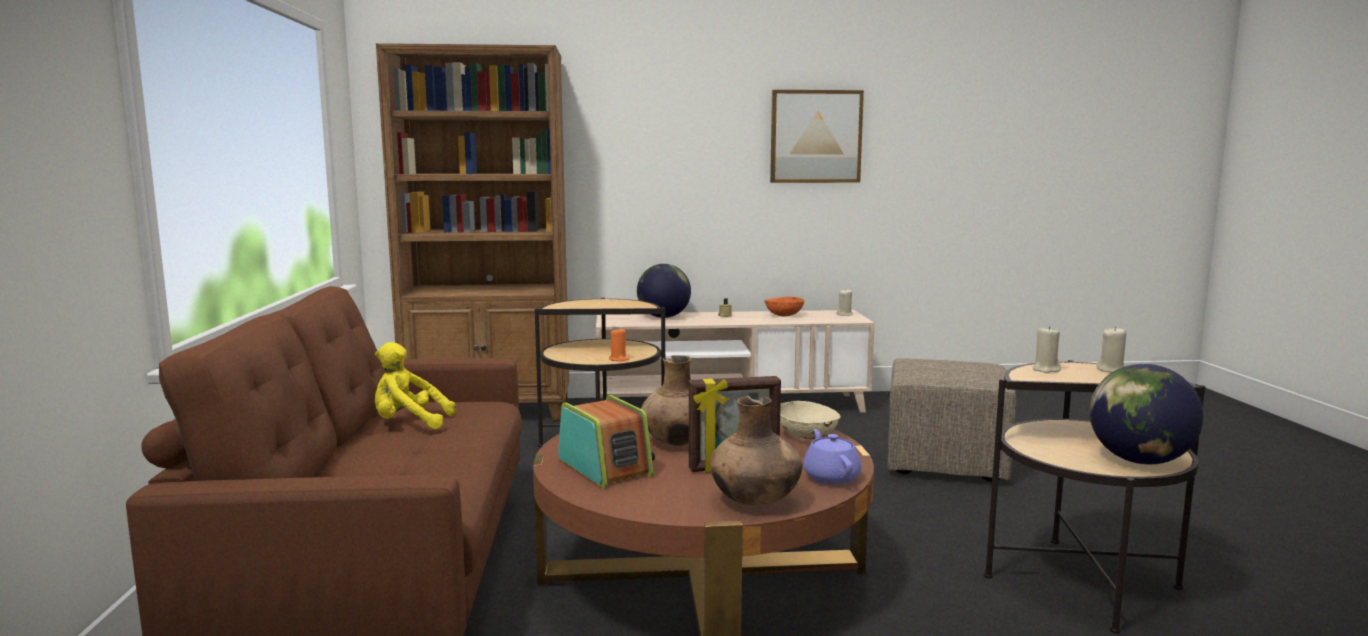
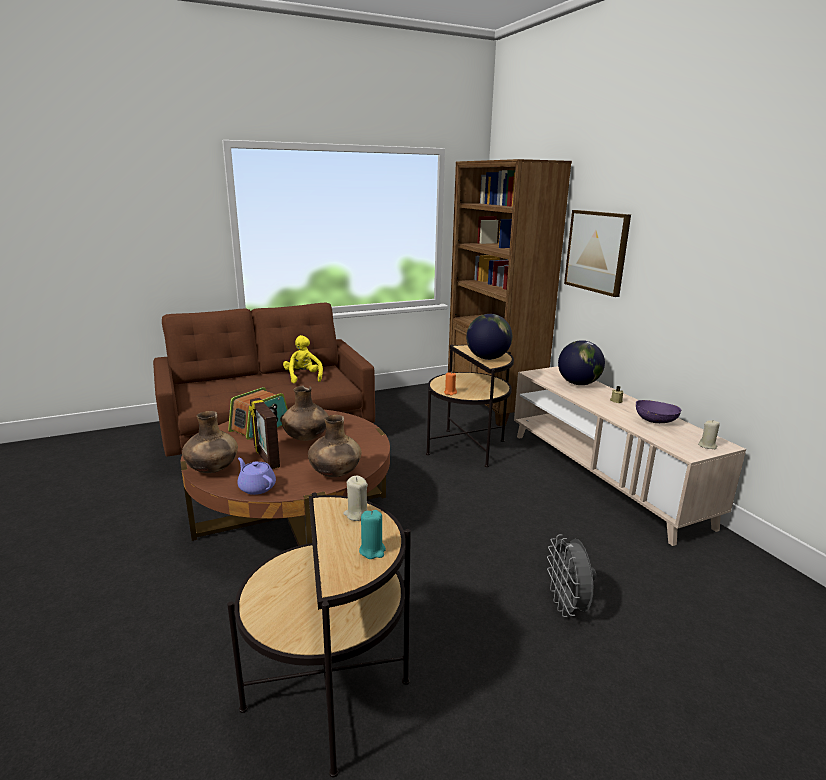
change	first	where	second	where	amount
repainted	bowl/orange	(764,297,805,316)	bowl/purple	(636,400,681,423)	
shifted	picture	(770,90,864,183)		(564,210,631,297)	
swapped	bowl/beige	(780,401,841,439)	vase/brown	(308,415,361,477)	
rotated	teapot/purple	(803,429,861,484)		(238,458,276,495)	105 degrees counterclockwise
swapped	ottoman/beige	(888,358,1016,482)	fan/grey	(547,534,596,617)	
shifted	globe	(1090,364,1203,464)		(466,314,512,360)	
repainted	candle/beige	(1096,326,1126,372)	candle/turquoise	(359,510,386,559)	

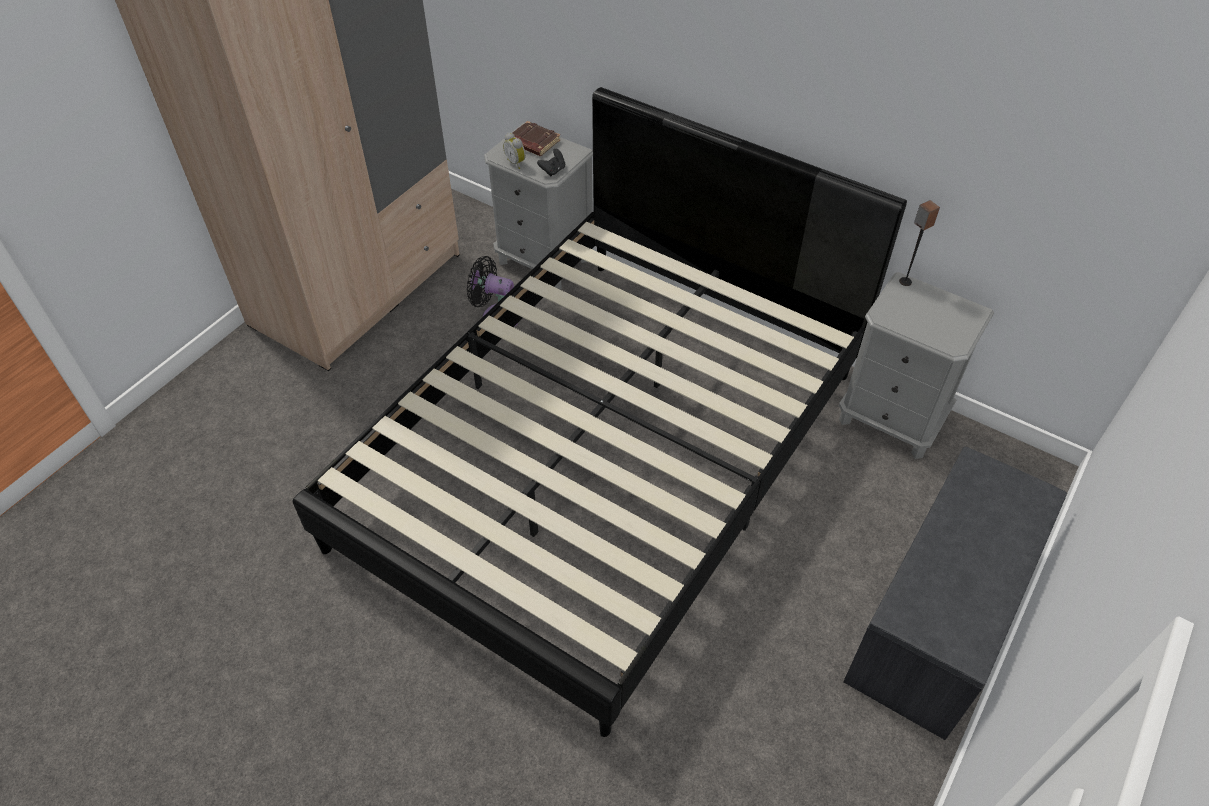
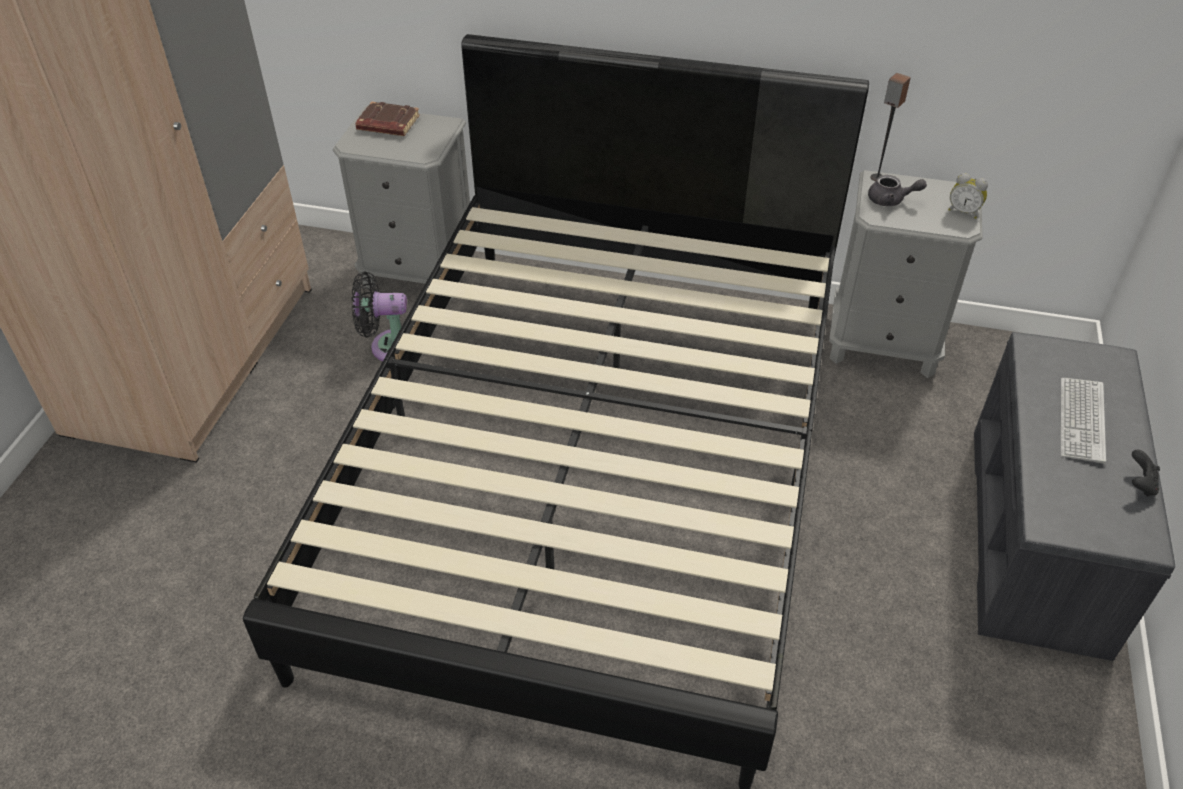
change	first	where	second	where	amount
shifted	alarm clock	(503,132,526,169)		(948,173,988,219)	
shifted	game controller/black	(537,149,565,176)		(1132,450,1160,497)	
new			teapot/grey	(868,175,927,206)	
new			keyboard	(1061,378,1106,463)	

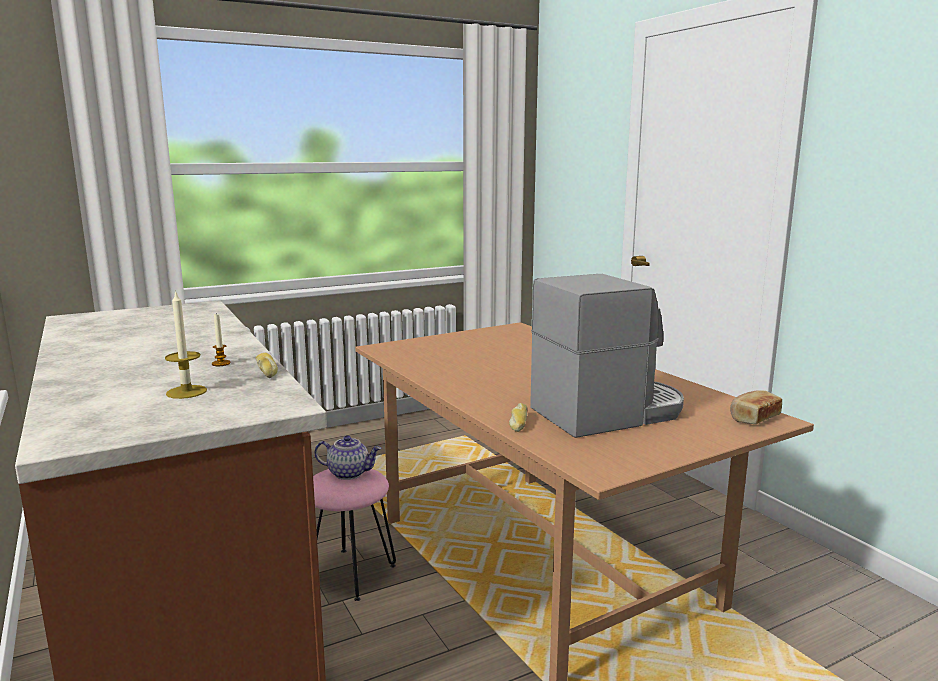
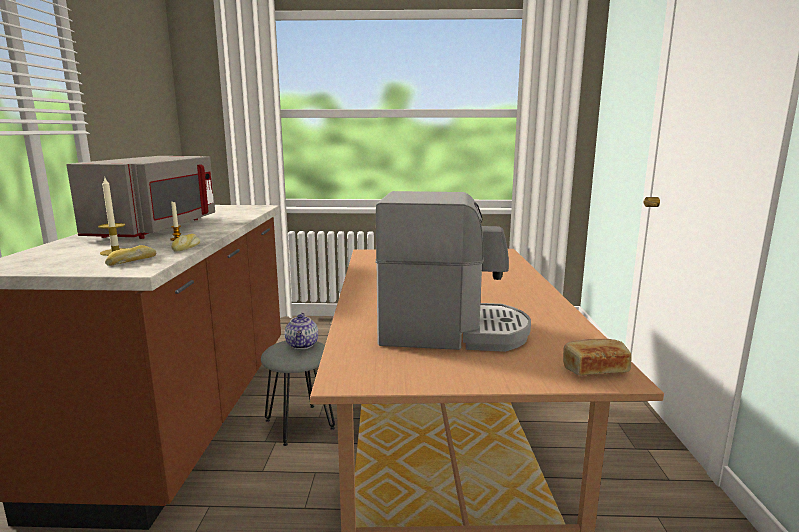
change	first	where	second	where	amount
repainted	stool/pink	(313,469,396,601)	stool/grey	(261,341,335,446)	
rotated	teapot	(314,435,382,480)		(285,313,318,349)	45 degrees clockwise
shifted	bread	(509,403,527,432)		(105,245,156,266)	
new			microwave/grey	(66,156,215,239)	

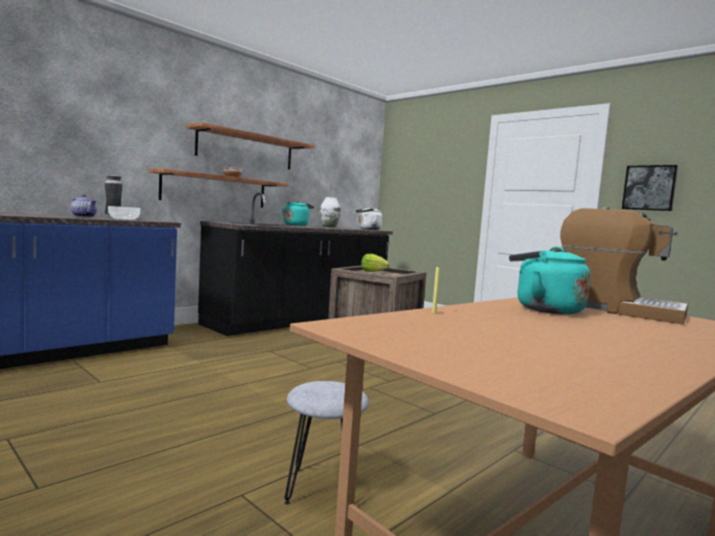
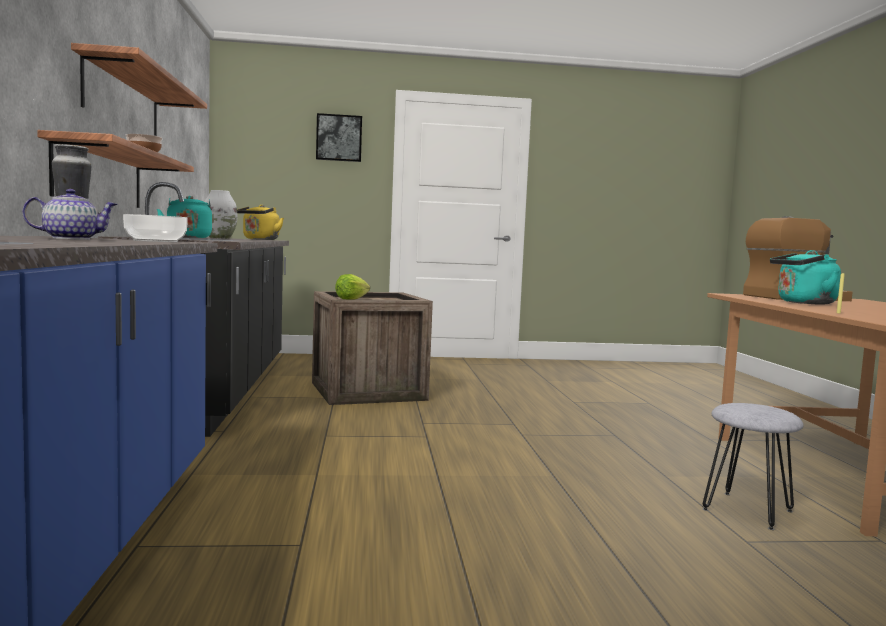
change	first	where	second	where	amount
repainted	kettle/white	(356,207,382,230)	kettle/yellow	(237,205,284,240)	
shifted	picture	(622,165,678,211)		(316,113,362,162)	

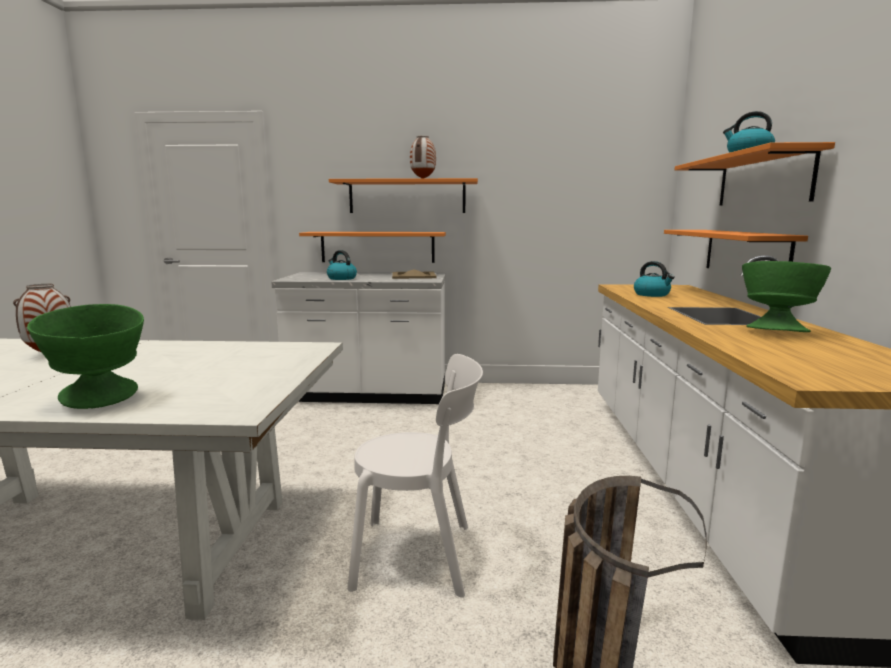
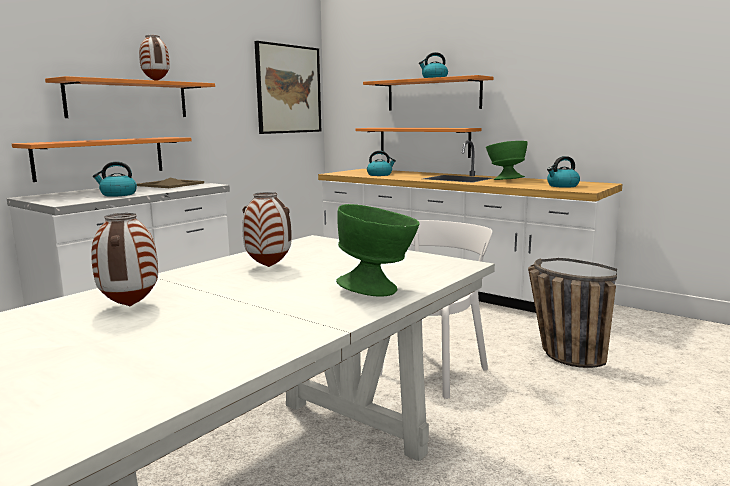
change	first	where	second	where	amount
new			vase	(242,192,292,267)	
new			picture	(255,41,321,134)	
new			kettle	(547,156,580,188)	

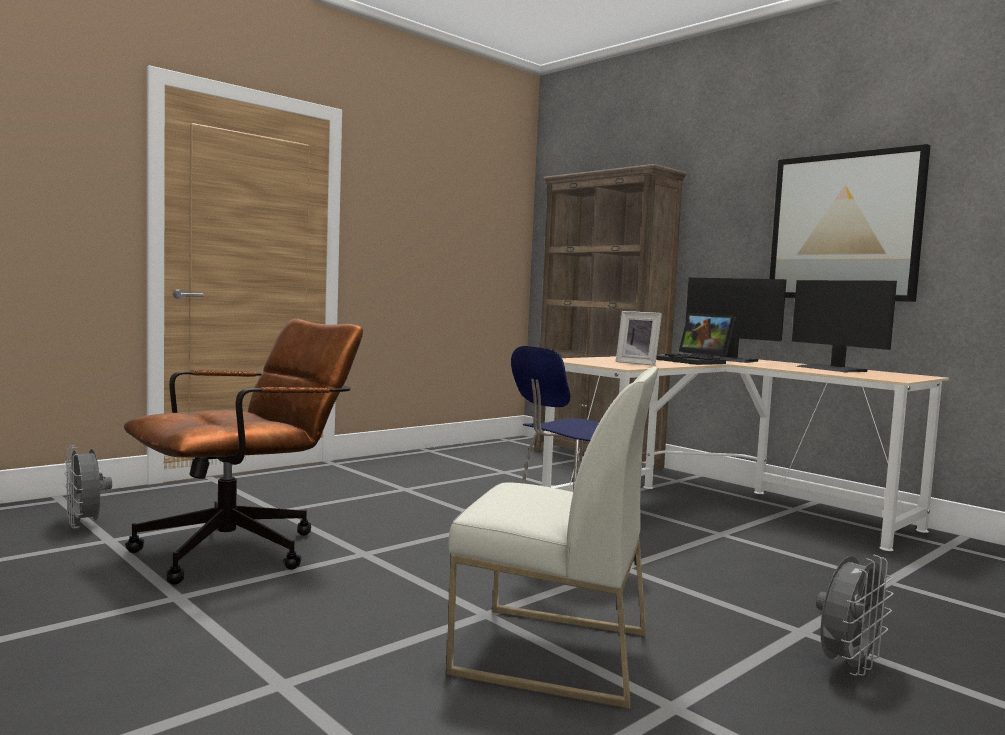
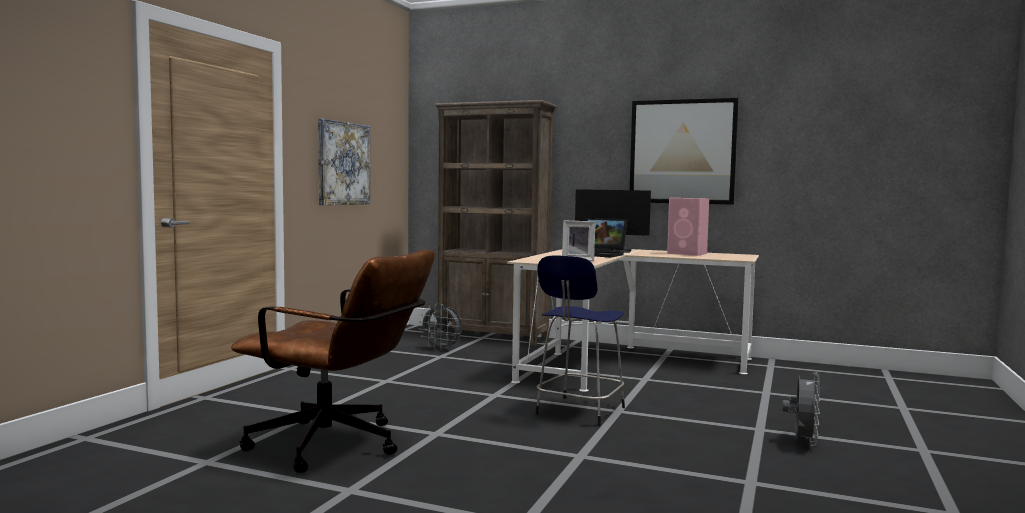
change	first	where	second	where	amount
shifted	fan/grey	(64,445,112,529)		(419,304,462,351)	
rotated	office chair/brown	(124,319,363,585)		(231,249,435,473)	90 degrees clockwise
gone	chair/white	(446,367,659,709)			
swapped	monitor	(792,280,897,372)	speaker/pink	(667,198,709,256)	
new			picture	(318,118,370,205)	

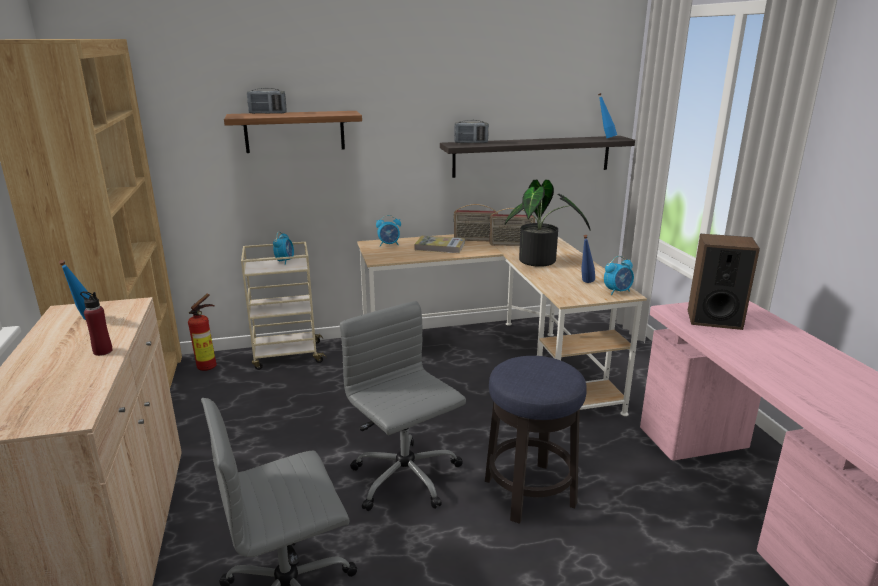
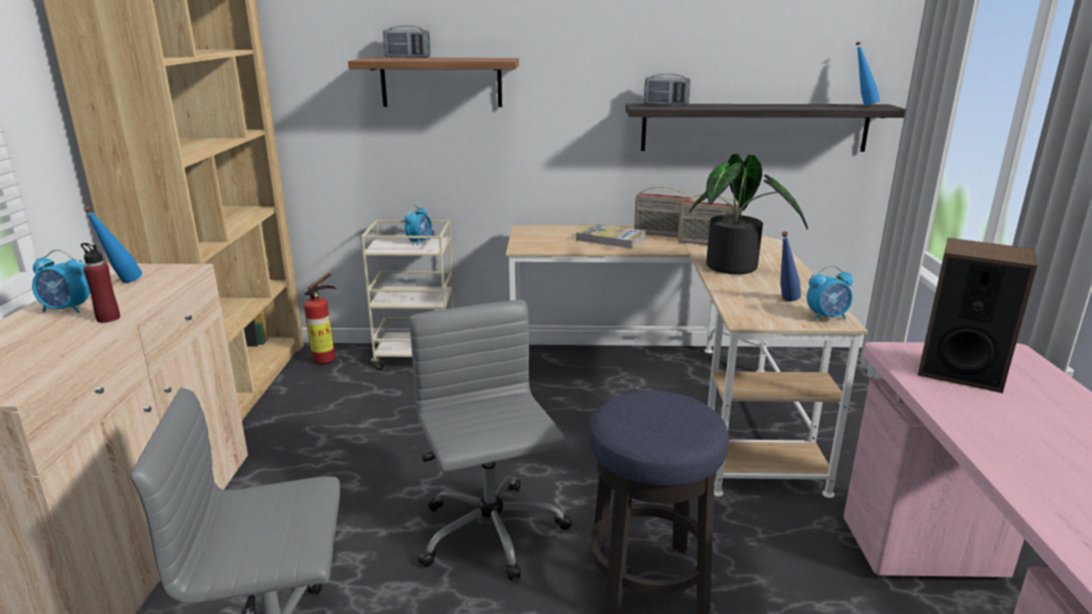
change	first	where	second	where	amount
shifted	alarm clock	(376,215,401,246)		(32,249,90,313)	

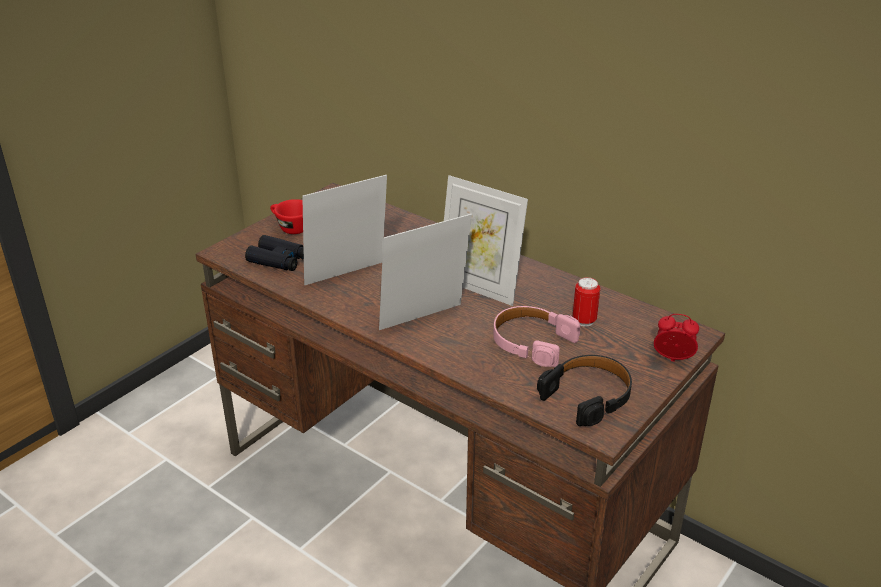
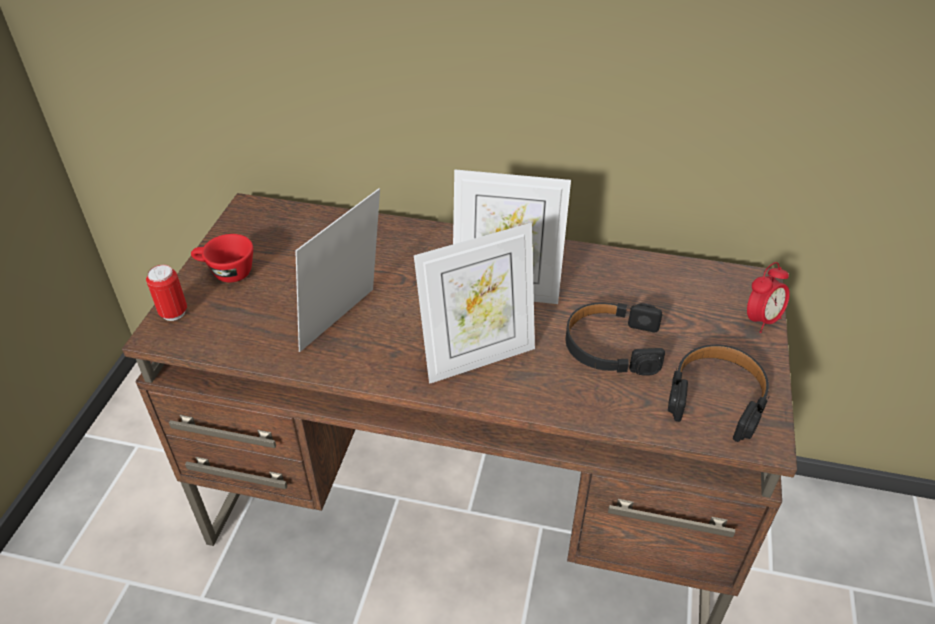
change	first	where	second	where	amount
gone	binoculars/black	(245,235,304,271)			
rotated	picture frame	(379,214,472,330)		(414,223,535,384)	150 degrees counterclockwise
repainted	headphones/pink	(493,306,580,367)	headphones/black	(566,302,665,376)	
shifted	can	(573,277,600,327)		(146,265,187,321)	
rotated	alarm clock	(654,314,699,362)		(747,262,790,333)	150 degrees clockwise

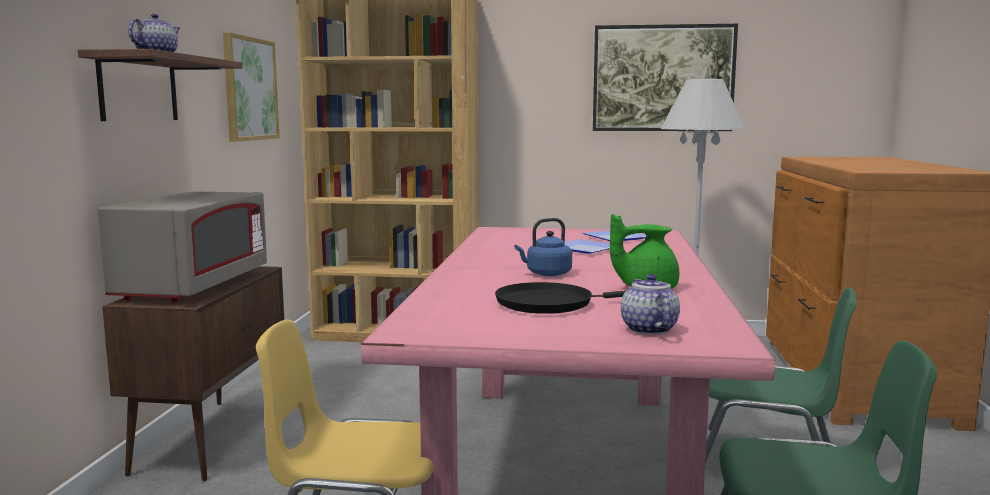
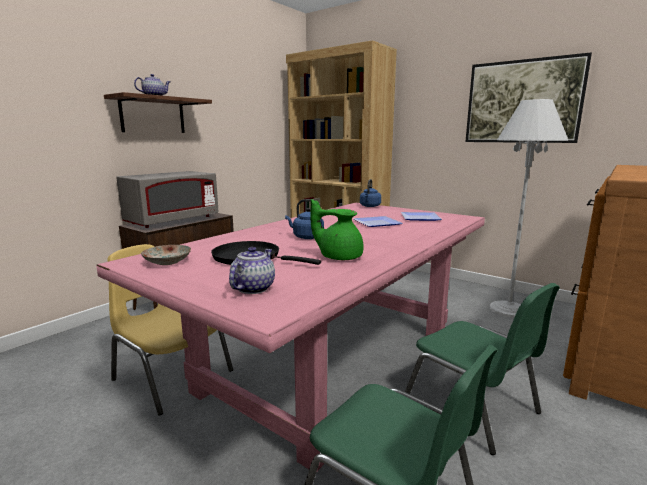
change	first	where	second	where	amount
gone	picture	(223,32,280,142)			
new			plate	(141,245,191,265)	
new			kettle/blue	(360,179,381,207)	

